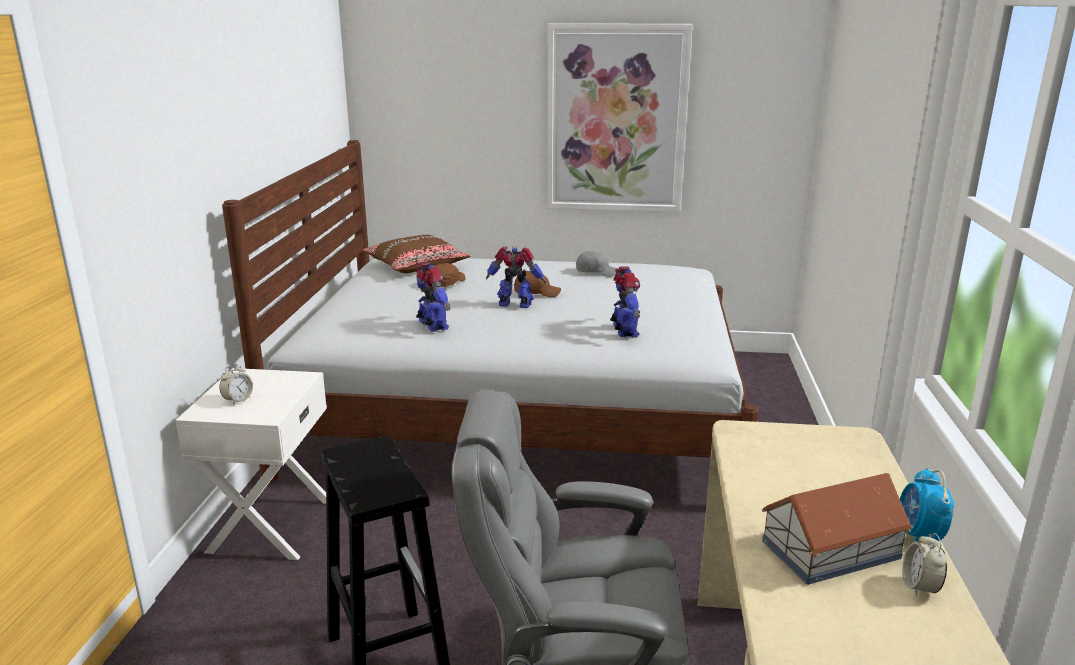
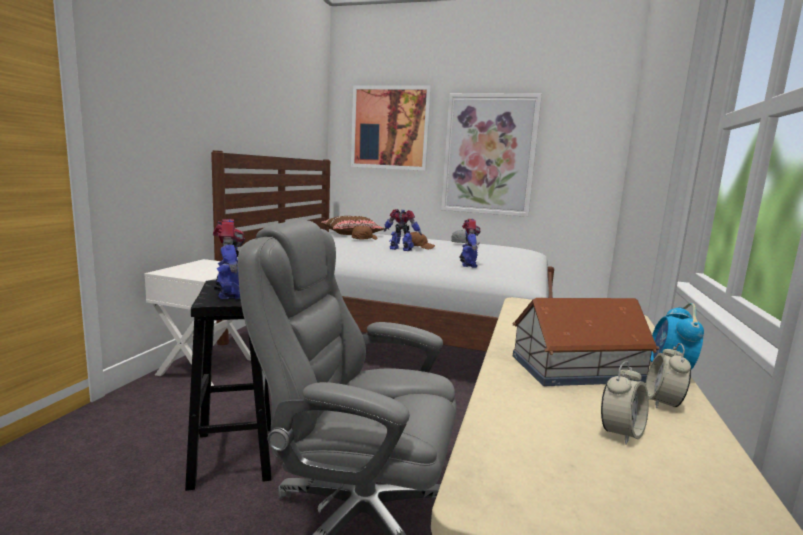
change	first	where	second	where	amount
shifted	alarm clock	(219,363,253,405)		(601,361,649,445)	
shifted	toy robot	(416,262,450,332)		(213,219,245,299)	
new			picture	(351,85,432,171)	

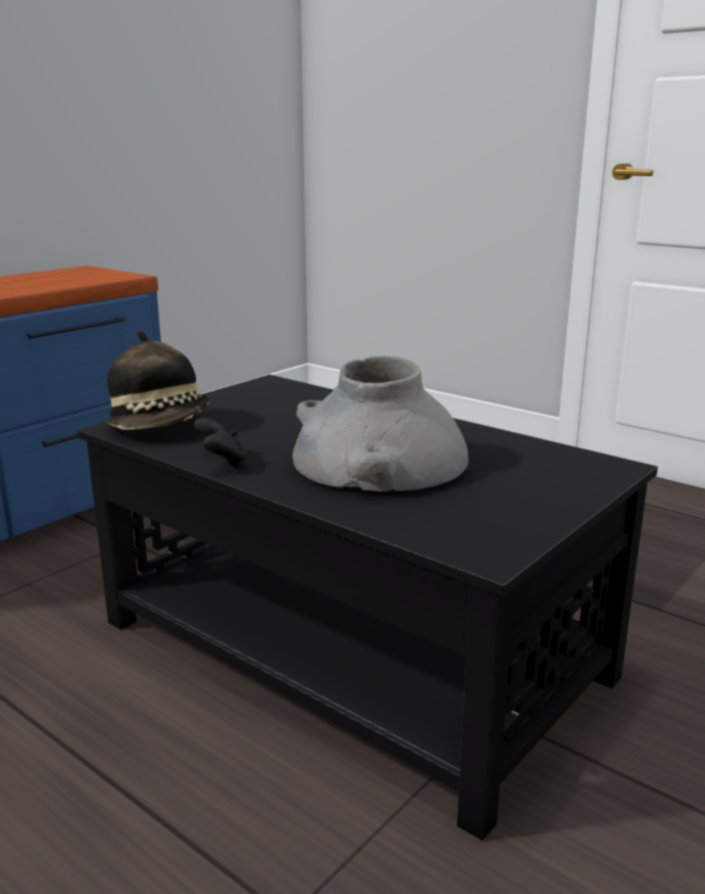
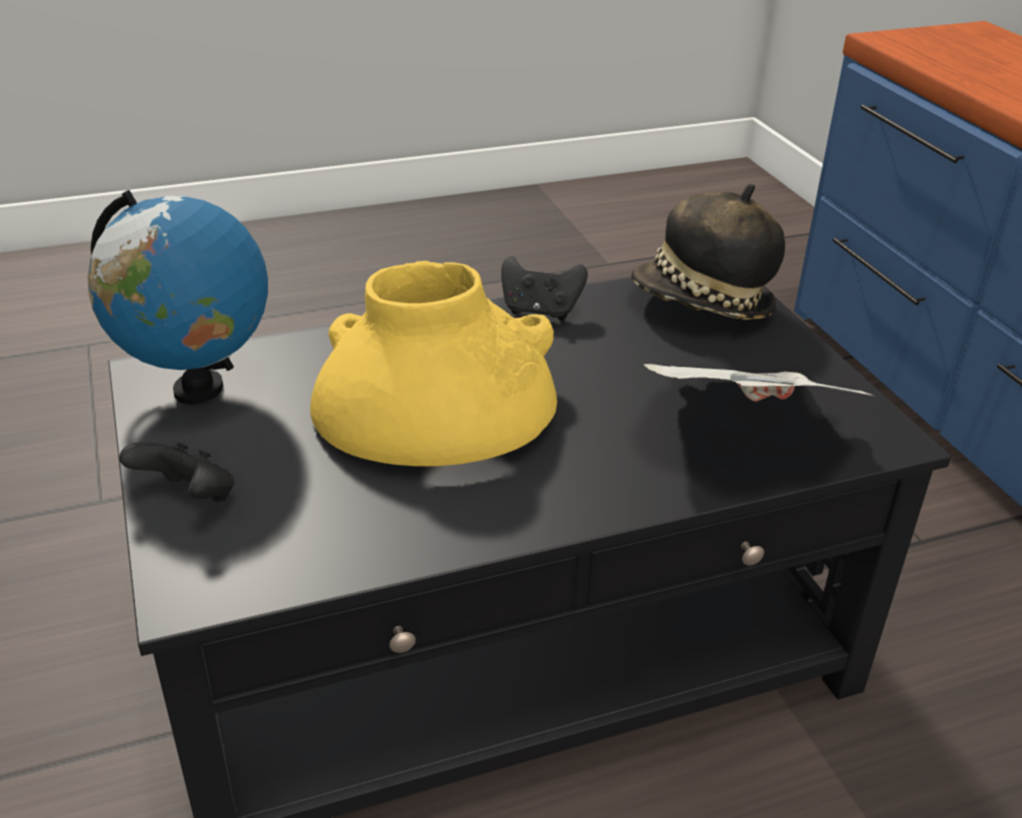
change	first	where	second	where	amount
repainted	vase/grey	(293,356,468,492)	vase/yellow	(310,261,557,466)	
new			globe	(88,190,268,405)	
new			game controller/black	(119,442,235,501)	
new			newspaper	(644,364,875,402)	

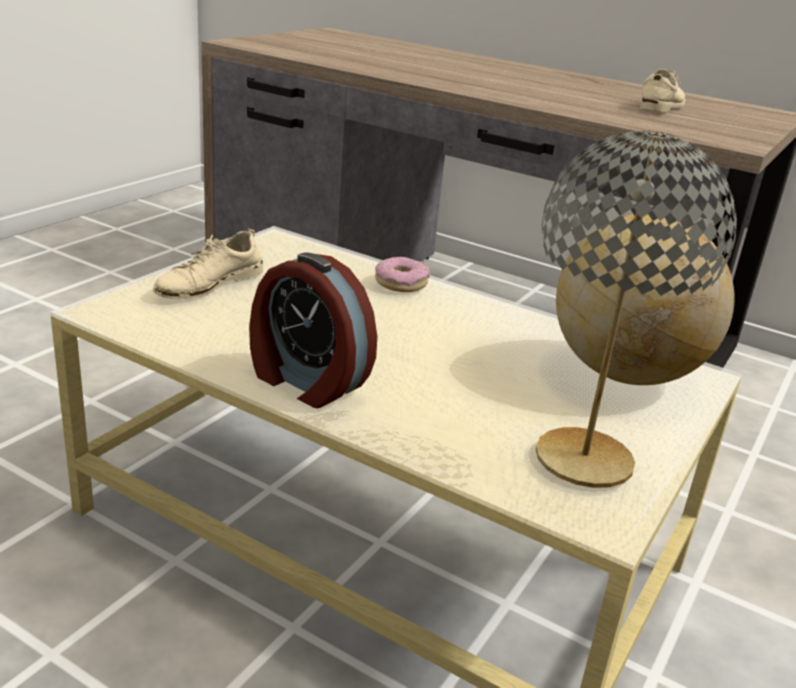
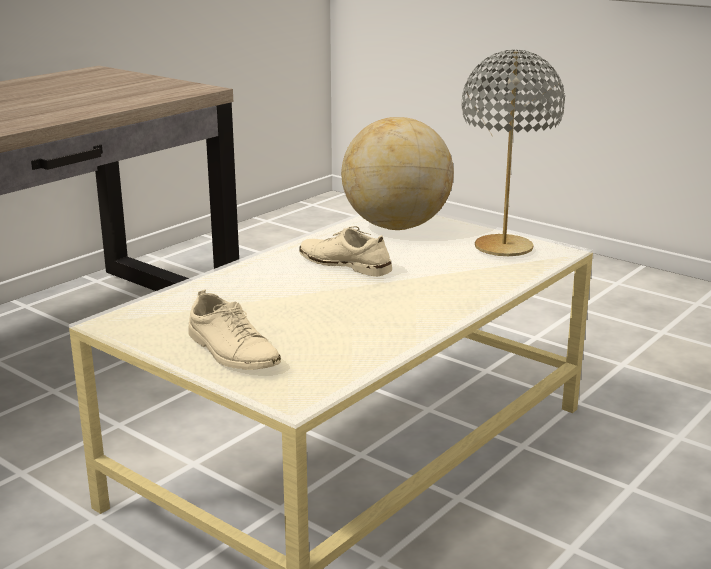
change	first	where	second	where	amount
gone	alarm clock	(249,252,377,408)			
gone	donut	(375,257,430,292)			
shifted	shoe/beige	(640,69,685,112)		(299,226,392,276)	

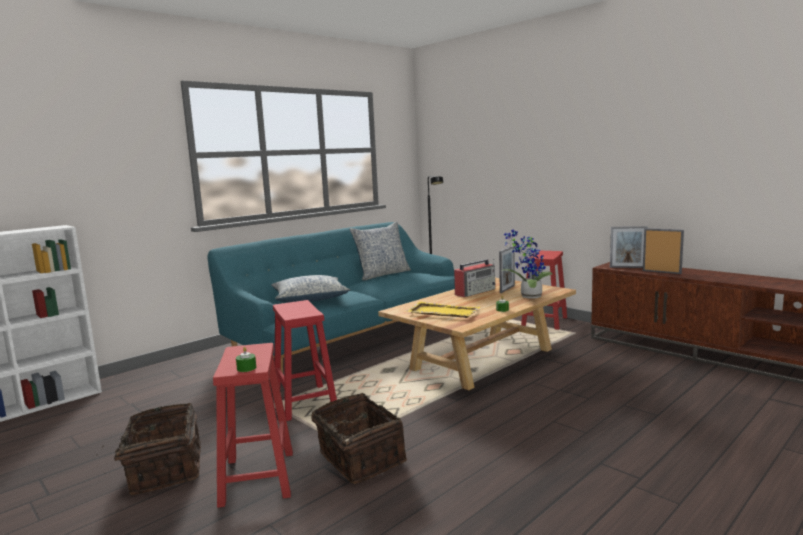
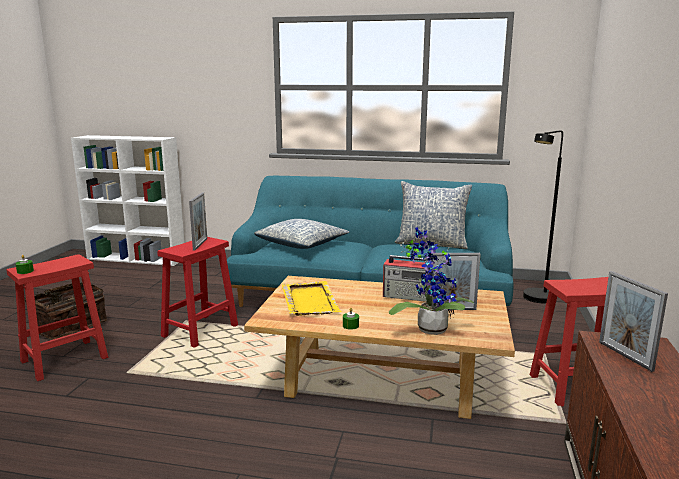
change	first	where	second	where	amount
gone	basket	(312,393,407,484)			
shifted	picture frame	(643,228,684,274)		(189,193,207,251)	

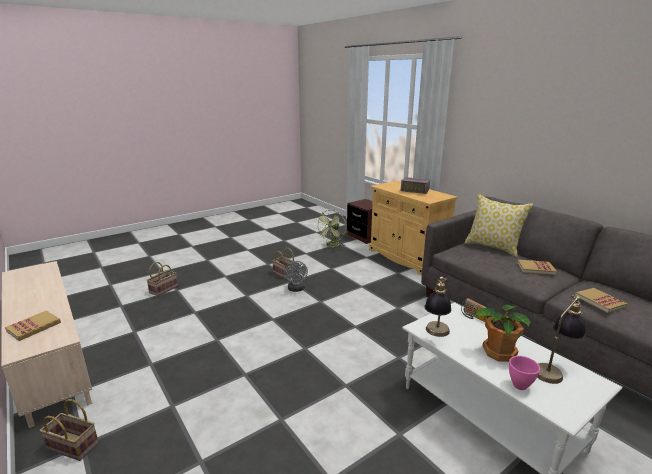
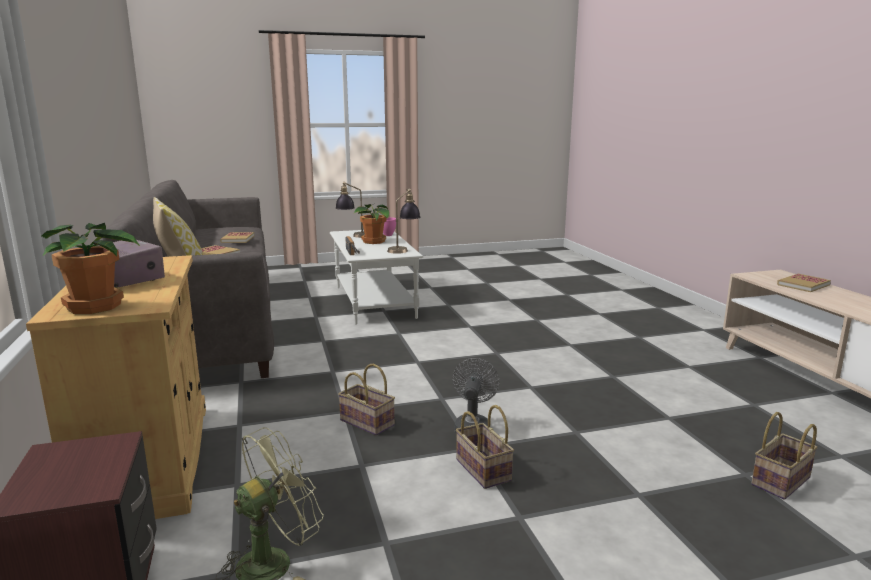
change	first	where	second	where	amount
shifted	basket	(40,399,99,461)		(338,364,395,436)	
new			potted plant	(42,223,141,314)	

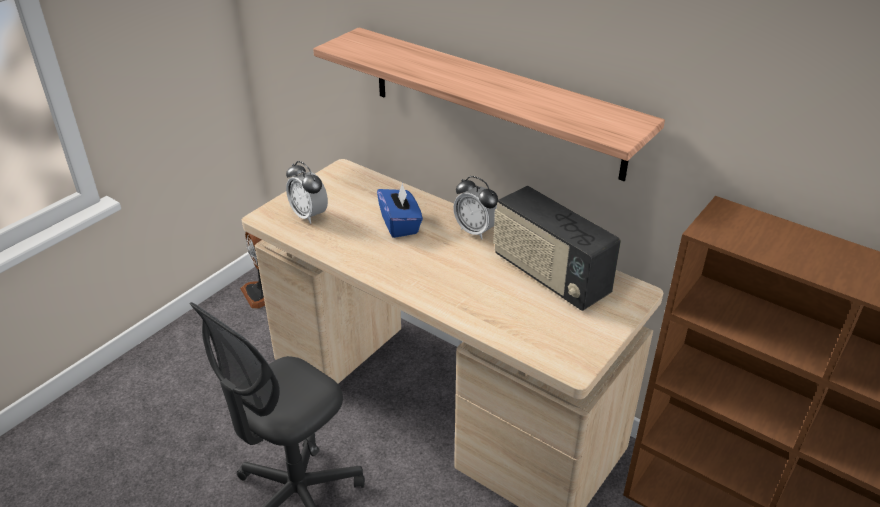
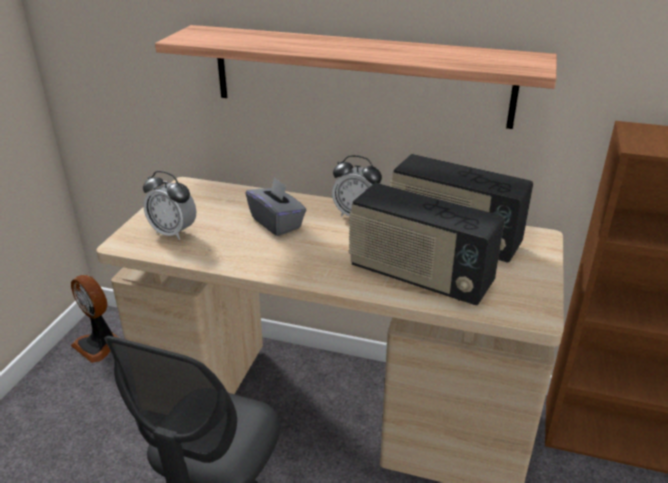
change	first	where	second	where	amount
repainted	tissue box/blue	(377,182,423,238)	tissue box/grey	(245,177,306,236)	
new			radio	(349,183,505,305)	

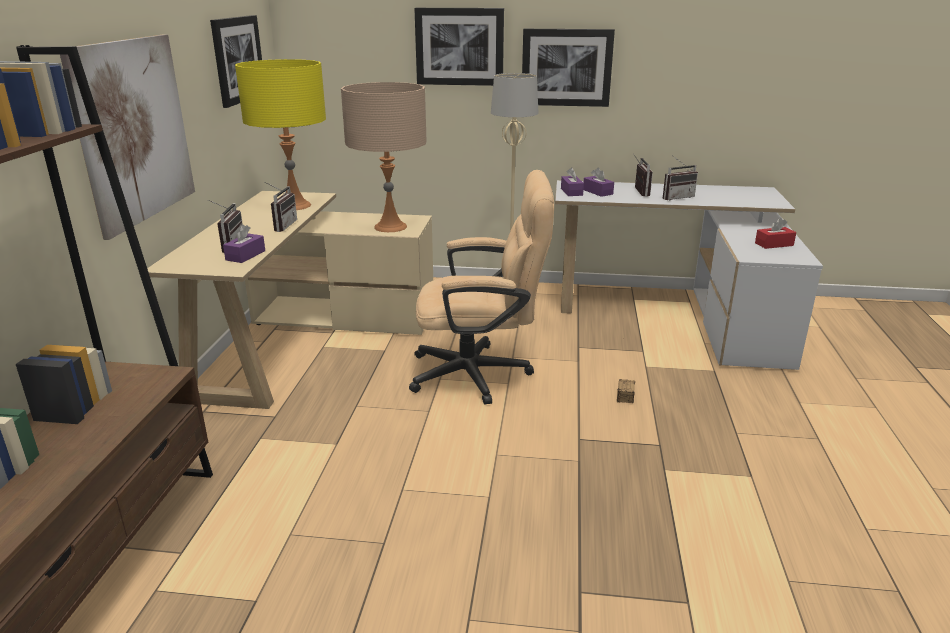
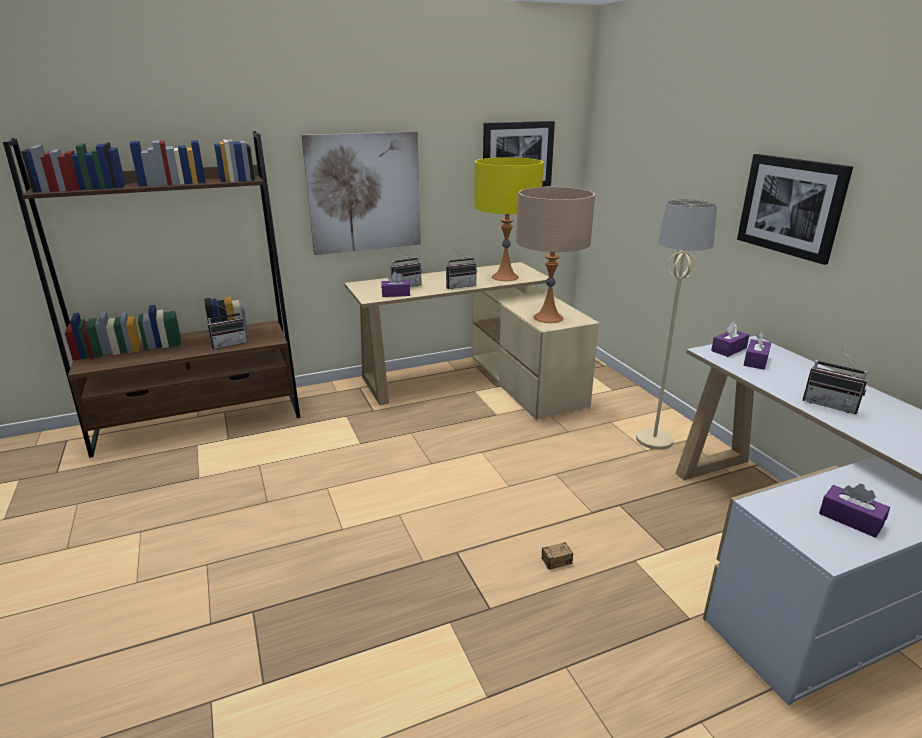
change	first	where	second	where	amount
gone	office chair/beige	(409,170,554,405)			
gone	picture	(414,8,504,86)			
shifted	radio	(633,154,653,197)		(207,305,248,349)	
repainted	tissue box/red	(755,218,796,249)	tissue box/purple	(819,484,890,538)	

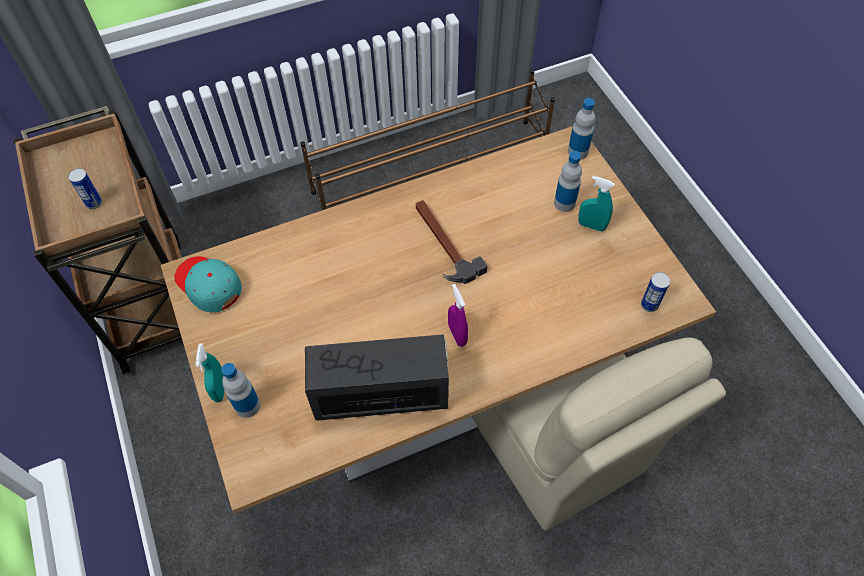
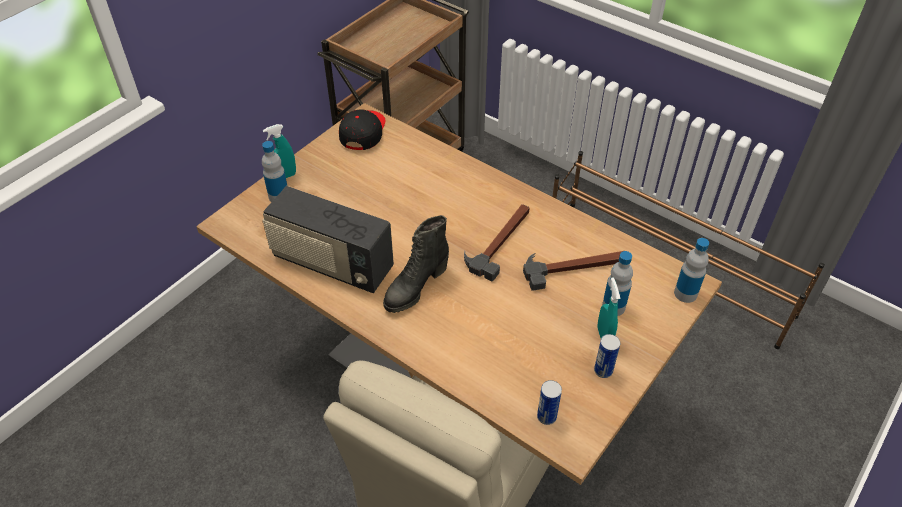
change	first	where	second	where	amount
shifted	can	(68,168,102,209)		(594,334,620,378)	
repainted	cap/turquoise	(174,256,242,312)	cap/black	(339,110,385,150)	
rotated	radio	(305,334,449,420)		(263,186,394,293)	150 degrees clockwise
swapped	spray bottle/purple	(448,284,468,347)	boot/black	(383,215,449,313)	
new			hammer	(523,251,623,291)	

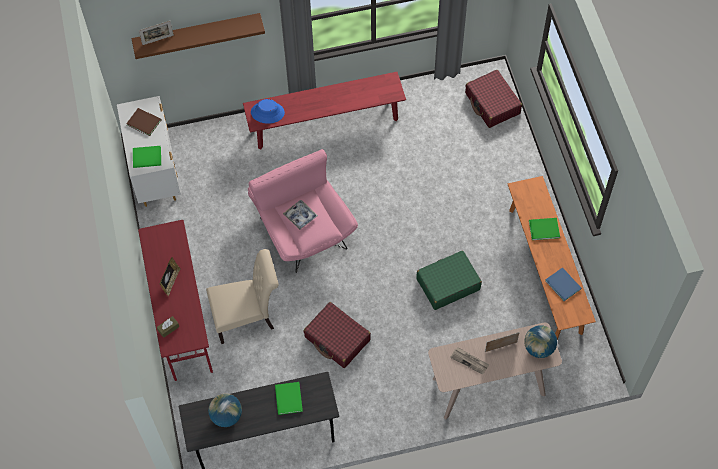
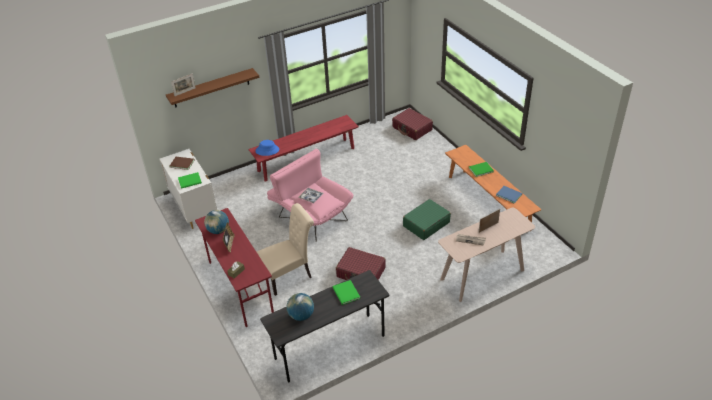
change	first	where	second	where	amount
shifted	globe	(524,325,557,358)		(204,210,229,234)	

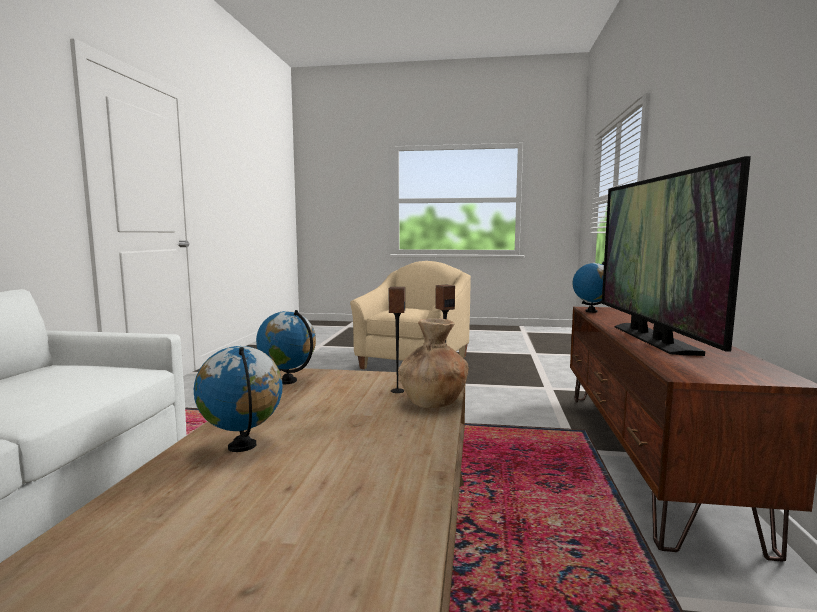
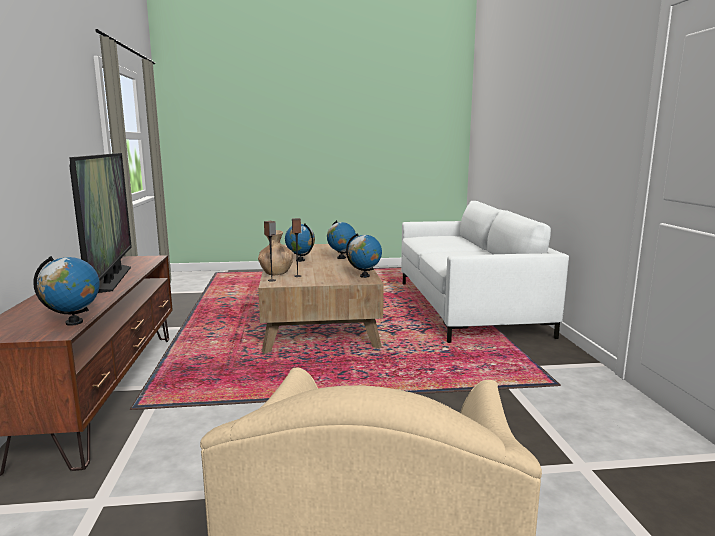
change	first	where	second	where	amount
new			globe	(285,223,315,262)	

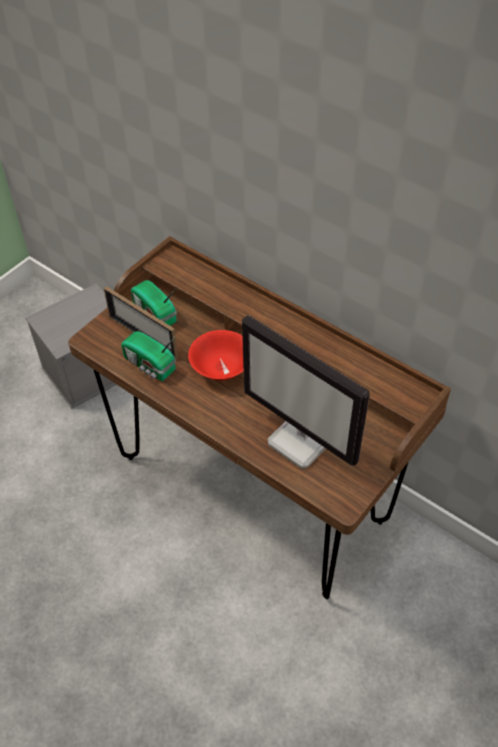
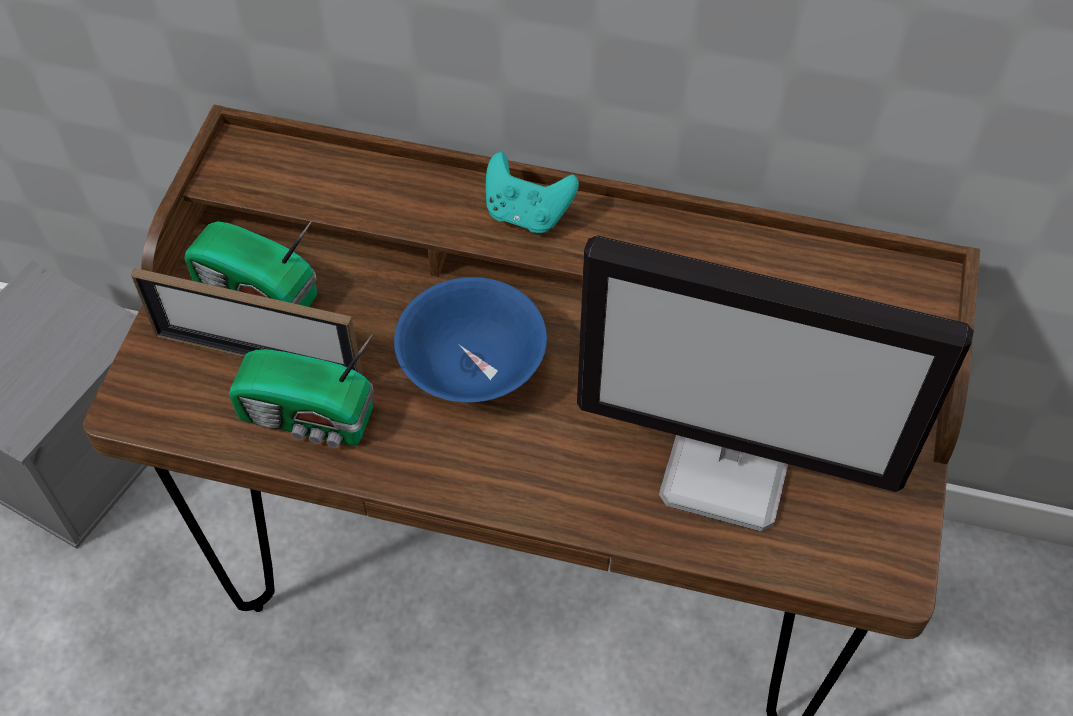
change	first	where	second	where	amount
repainted	bowl/red	(188,330,244,381)	bowl/blue	(394,277,547,402)	
new			game controller/turquoise	(486,152,579,233)	

